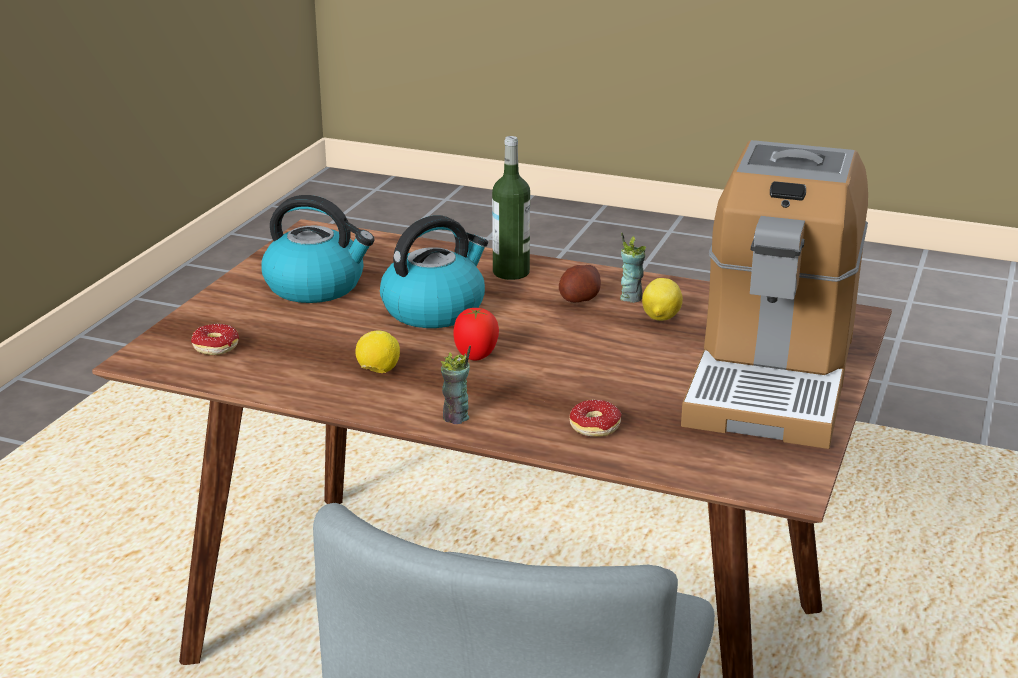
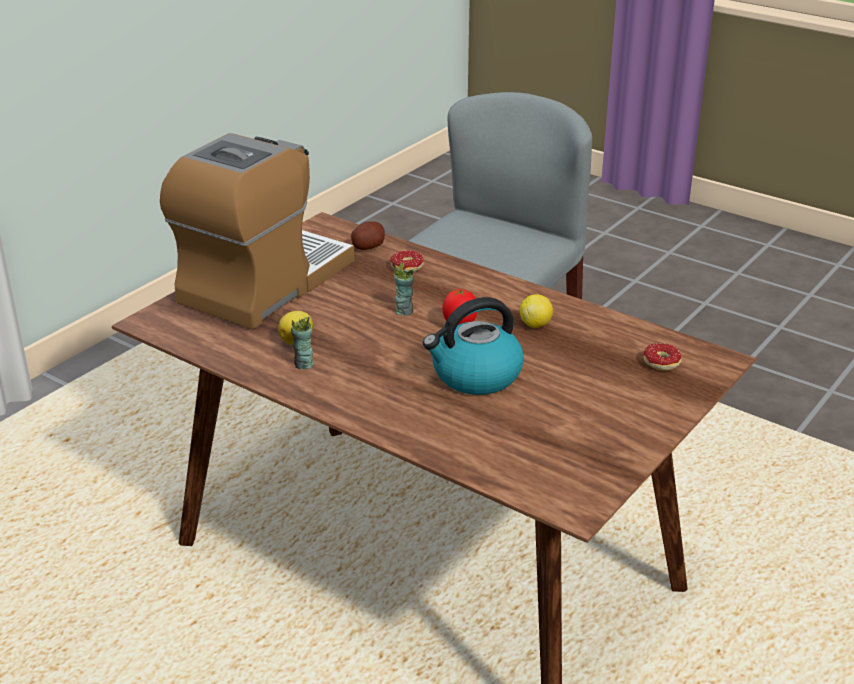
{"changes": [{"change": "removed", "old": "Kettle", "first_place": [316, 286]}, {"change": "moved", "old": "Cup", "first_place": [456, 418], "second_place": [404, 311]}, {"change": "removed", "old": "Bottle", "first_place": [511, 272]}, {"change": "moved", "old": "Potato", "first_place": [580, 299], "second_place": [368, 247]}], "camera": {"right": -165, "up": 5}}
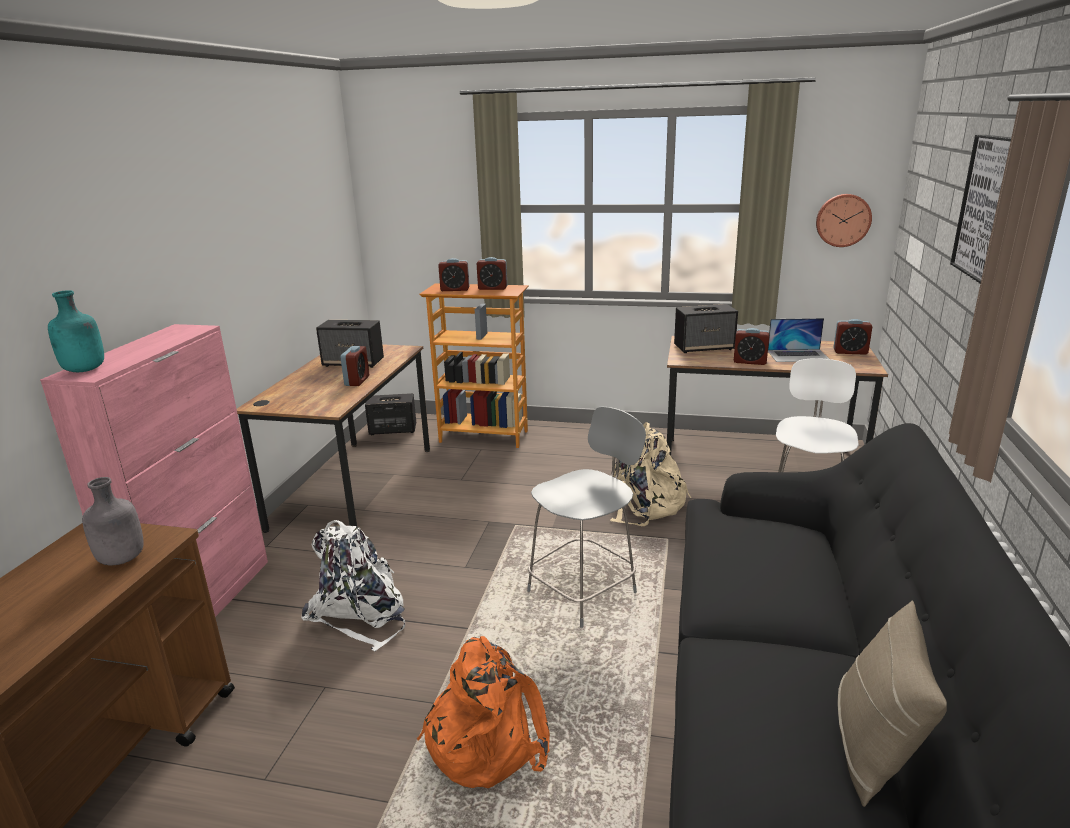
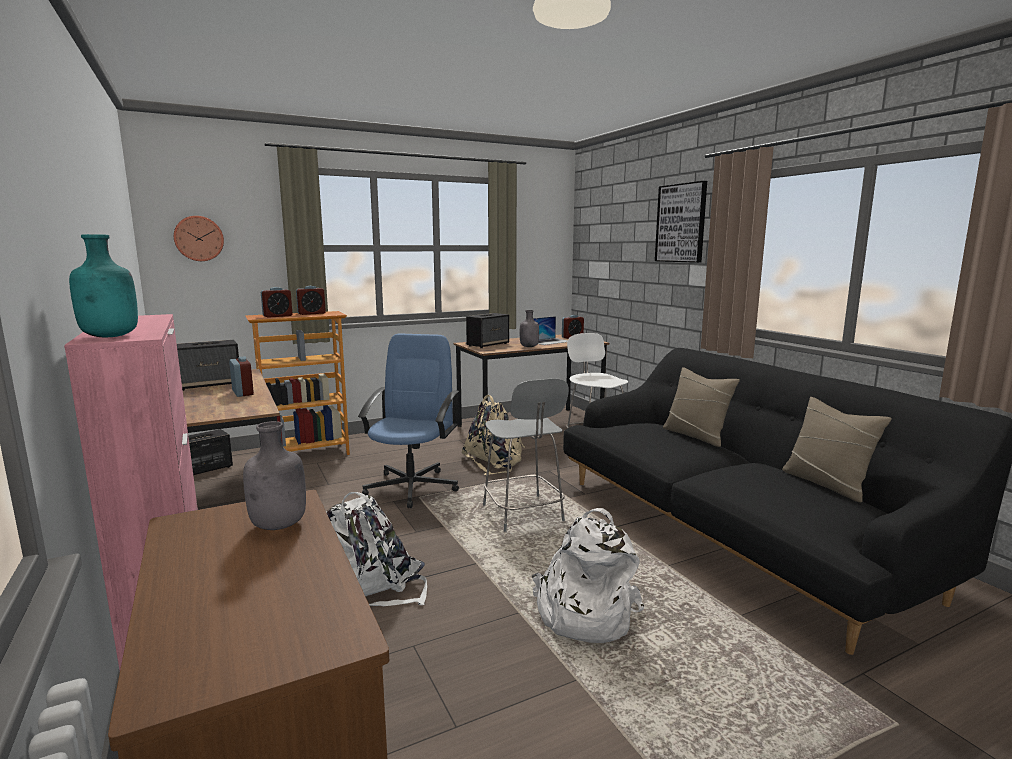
{"changes": [{"change": "recoloured", "old": "OrangeBackpack", "new": "WhiteBackpack", "first_place": [486, 739], "second_place": [583, 613]}, {"change": "turned", "old": "GreyChair", "first_place": [584, 591], "second_place": [523, 515], "degrees": 150}, {"change": "replaced", "old": "AlarmClock", "new": "GreyBottle", "first_place": [750, 362], "second_place": [529, 346]}, {"change": "moved", "old": "WallClock", "first_place": [843, 220], "second_place": [199, 238]}, {"change": "added", "new": "BlueOfficeChair", "second_place": [412, 487]}, {"change": "added", "new": "BeigePillow", "second_place": [696, 435]}], "camera": {"right": -40, "up": -10}}
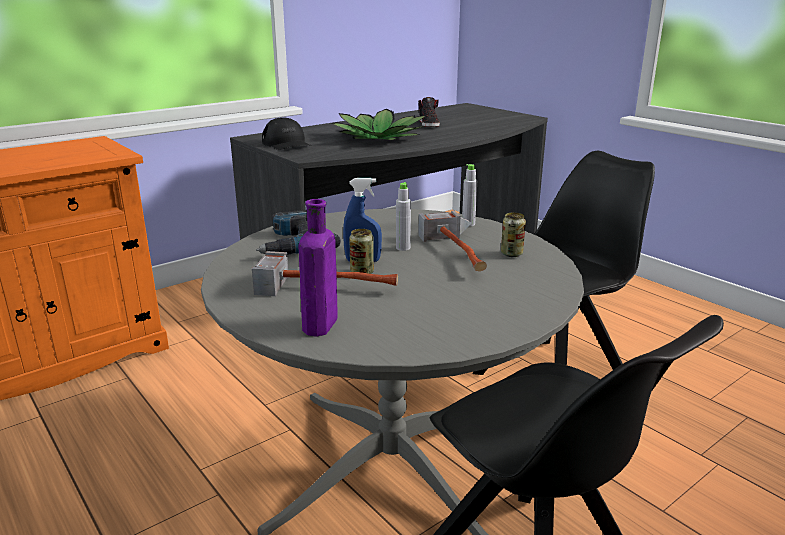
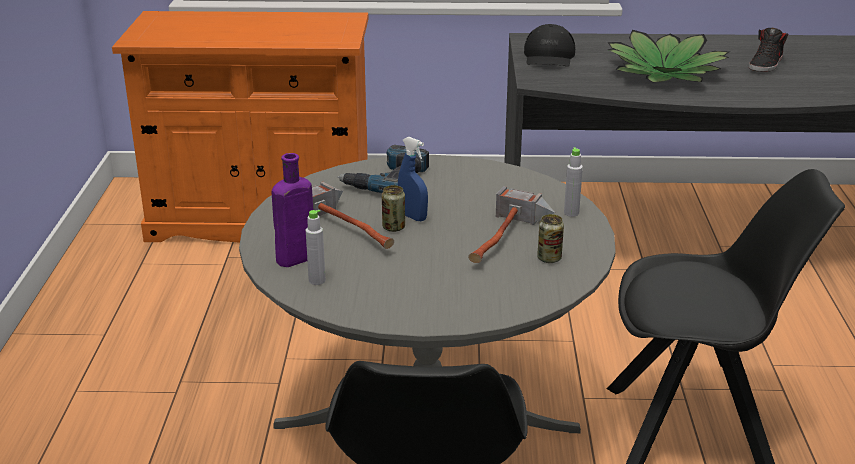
{"changes": [{"change": "moved", "old": "GreyBottle", "first_place": [403, 248], "second_place": [317, 280]}], "camera": {"right": 40, "up": 5}}
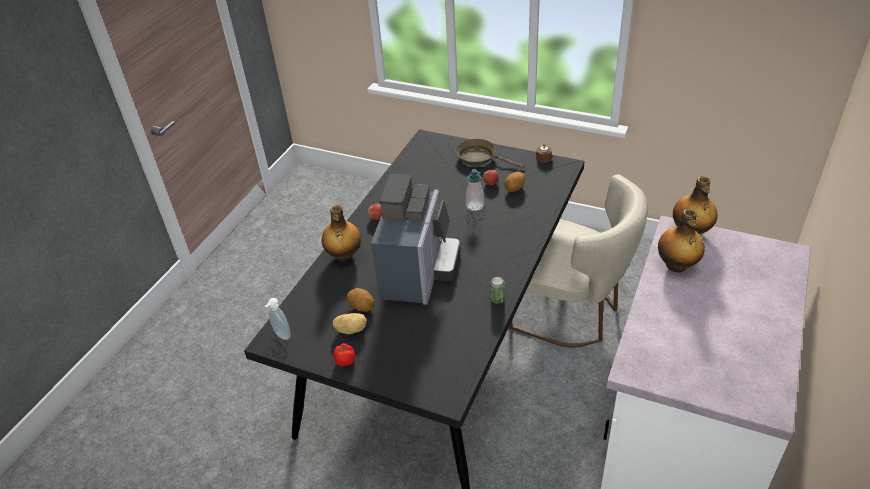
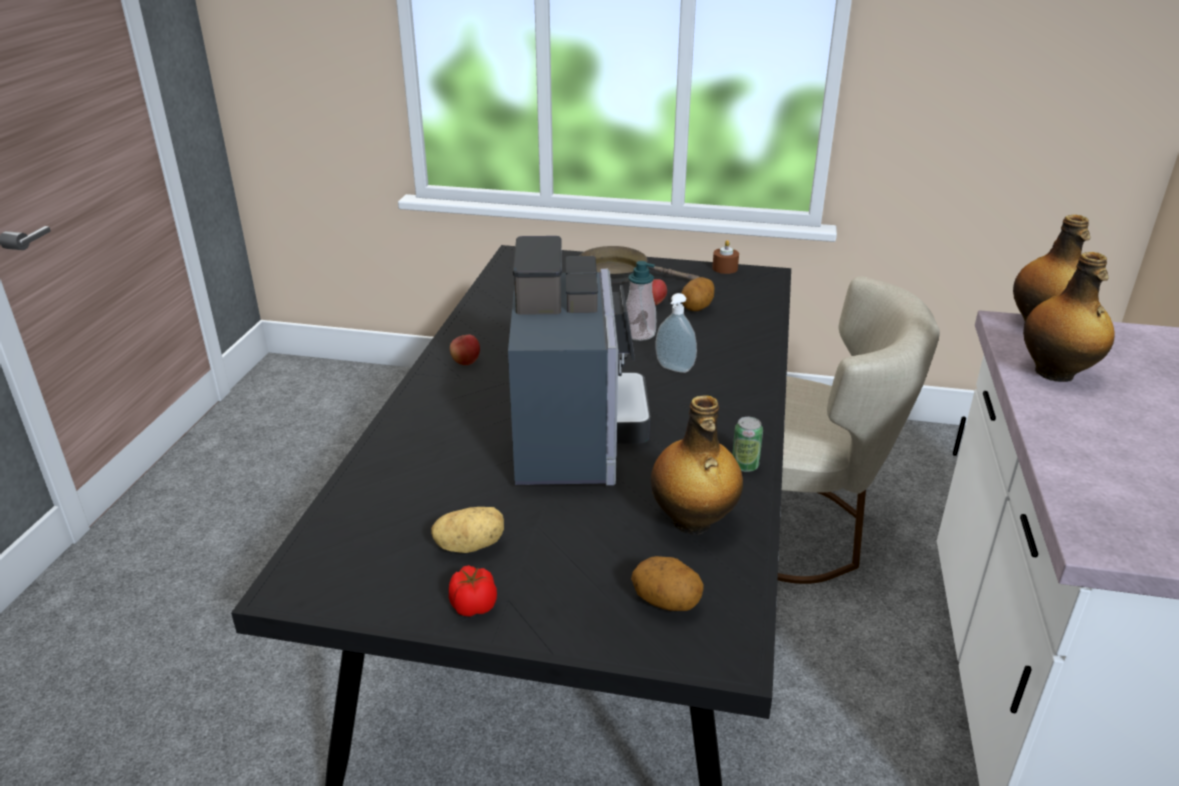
{"changes": [{"change": "moved", "old": "SoapDispenser", "first_place": [281, 335], "second_place": [673, 369]}, {"change": "moved", "old": "Bottle", "first_place": [344, 256], "second_place": [692, 522]}, {"change": "moved", "old": "Potato", "first_place": [362, 307], "second_place": [666, 602]}], "camera": {"right": -15, "up": -10}}
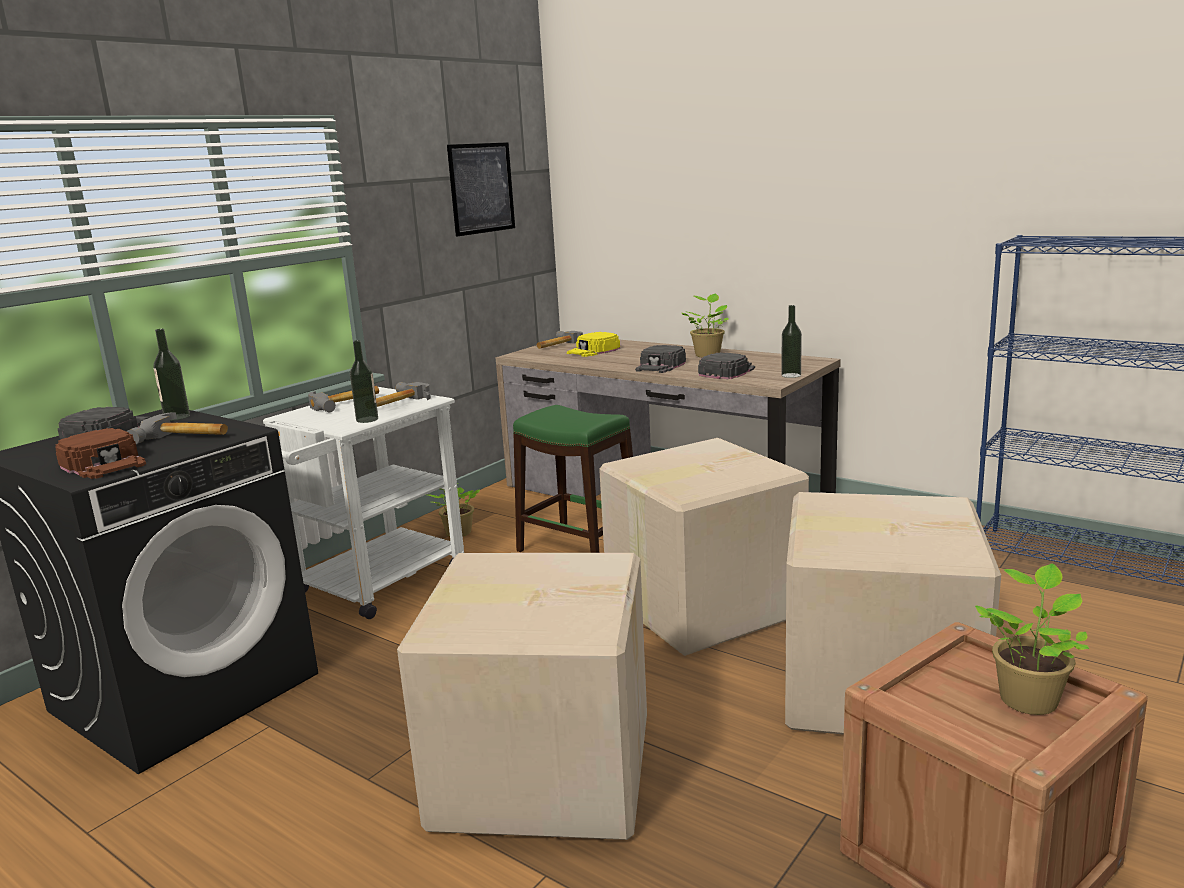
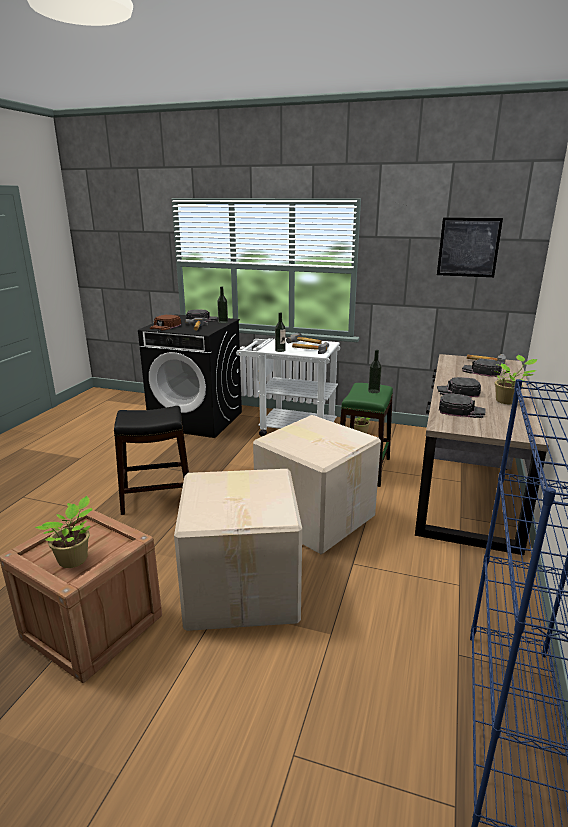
{"changes": [{"change": "replaced", "old": "CardboardBox", "new": "BlackStool", "first_place": [541, 768], "second_place": [157, 497]}, {"change": "recoloured", "old": "YellowCap", "new": "BlackCap", "first_place": [593, 350], "second_place": [481, 371]}, {"change": "moved", "old": "Bottle", "first_place": [791, 375], "second_place": [373, 391]}], "camera": {"right": 70, "up": 5}}
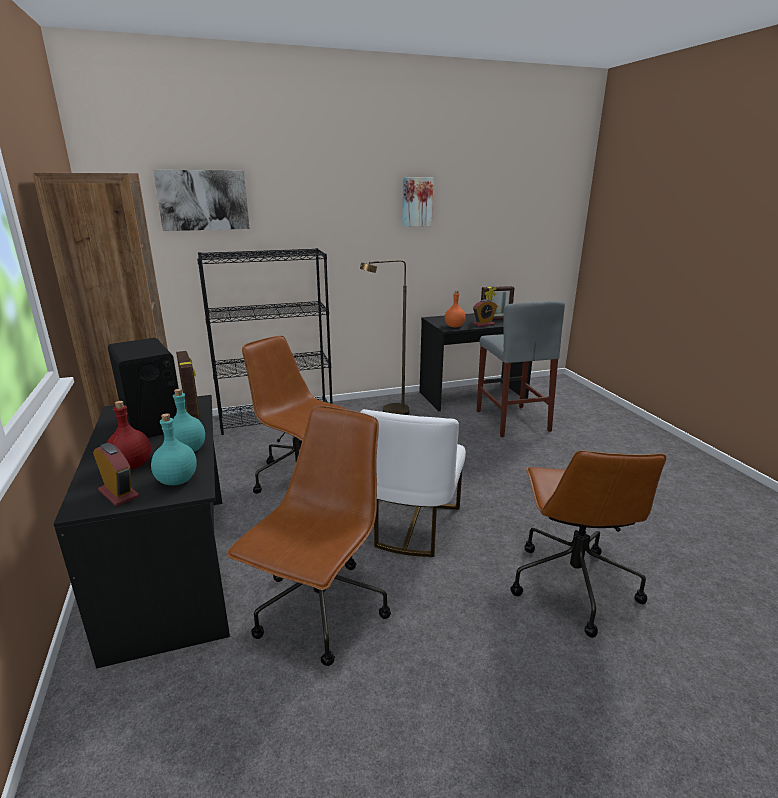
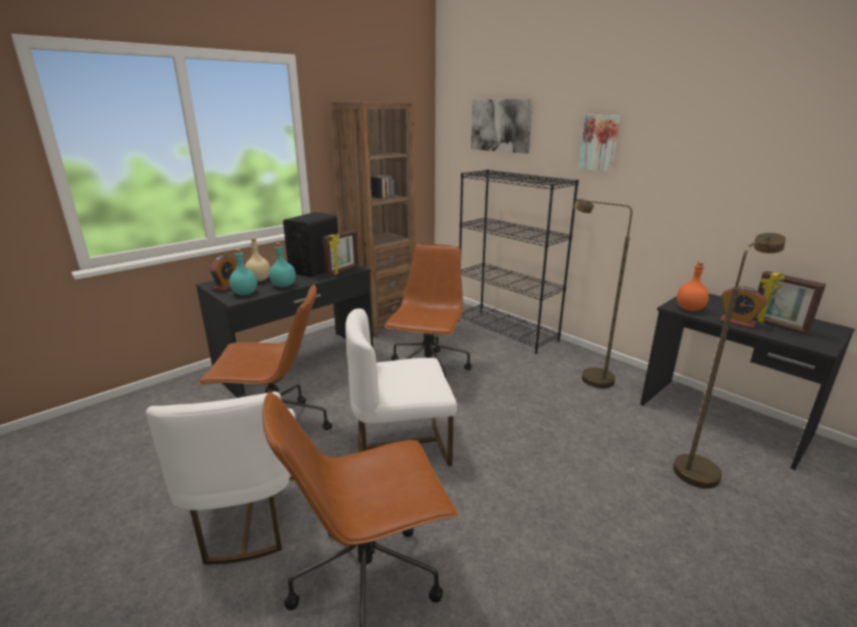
{"changes": [{"change": "recoloured", "old": "RedBottle", "new": "BeigeBottle", "first_place": [133, 465], "second_place": [259, 280]}, {"change": "moved", "old": "Picture", "first_place": [416, 202], "second_place": [600, 143]}, {"change": "replaced", "old": "GreyStool", "new": "BrownFloorLamp", "first_place": [512, 420], "second_place": [699, 467]}, {"change": "added", "new": "WhiteChair", "second_place": [248, 517]}], "camera": {"right": 65, "up": 0}}
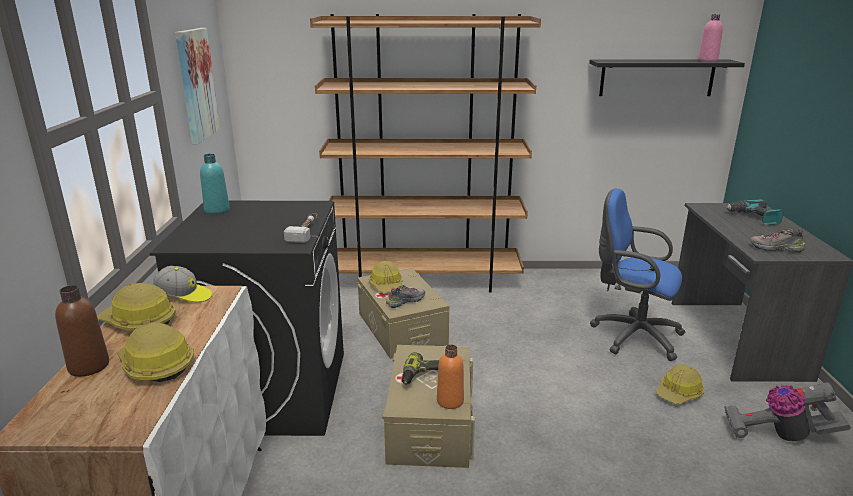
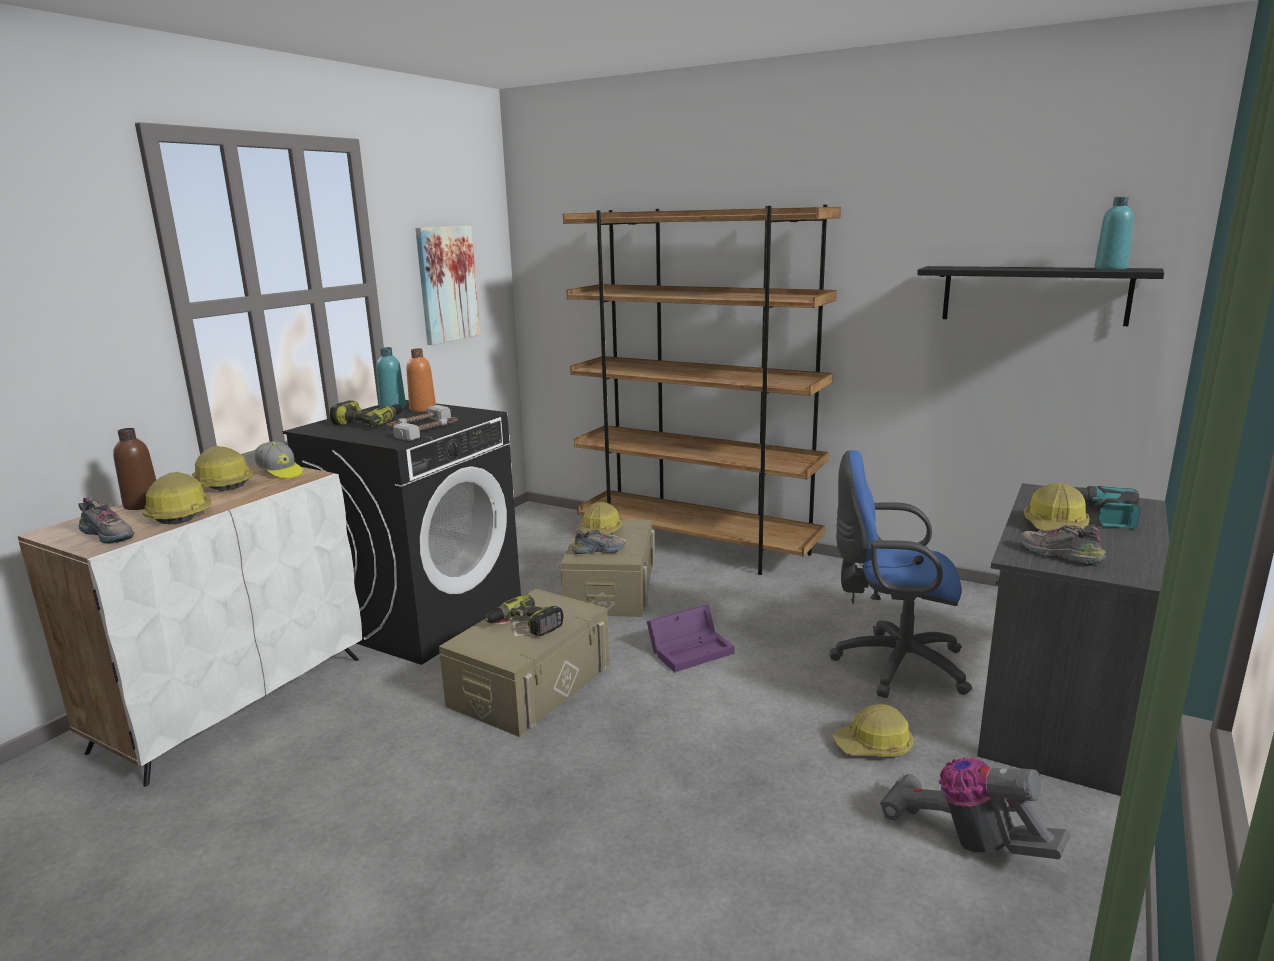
{"changes": [{"change": "moved", "old": "OrangeBottle", "first_place": [450, 401], "second_place": [423, 409]}, {"change": "turned", "old": "BlueOfficeChair", "first_place": [631, 335], "second_place": [893, 664], "degrees": -45}, {"change": "recoloured", "old": "PinkBottle", "new": "TurquoiseBottle", "first_place": [707, 60], "second_place": [1110, 268]}, {"change": "added", "new": "Shoe", "second_place": [110, 535]}, {"change": "added", "new": "PowerDrill", "second_place": [368, 422]}, {"change": "added", "new": "Hammer", "second_place": [417, 424]}, {"change": "added", "new": "PurpleStorageBox", "second_place": [692, 649]}, {"change": "added", "new": "HardHat", "second_place": [1056, 526]}], "camera": {"right": 30, "up": -5}}
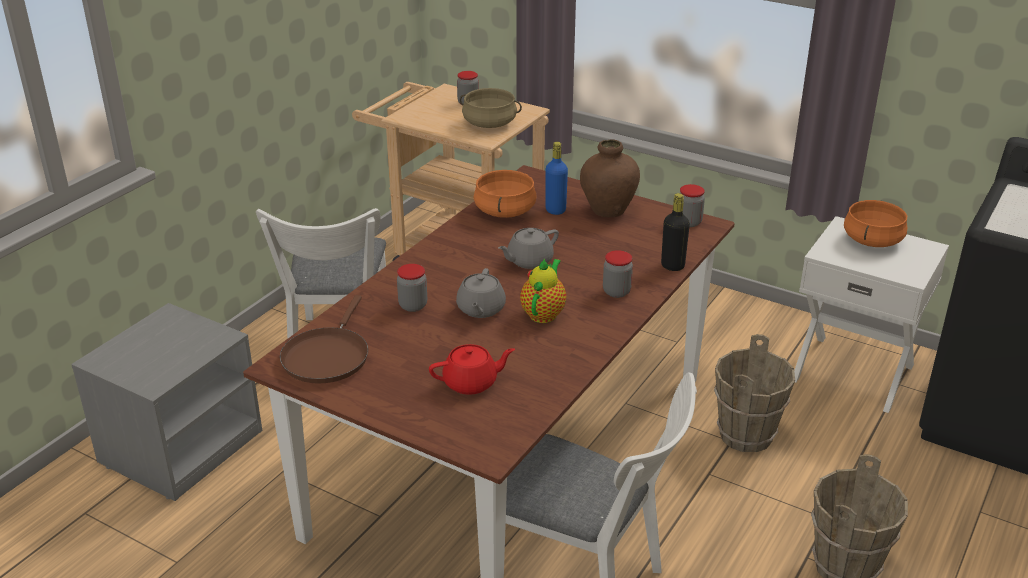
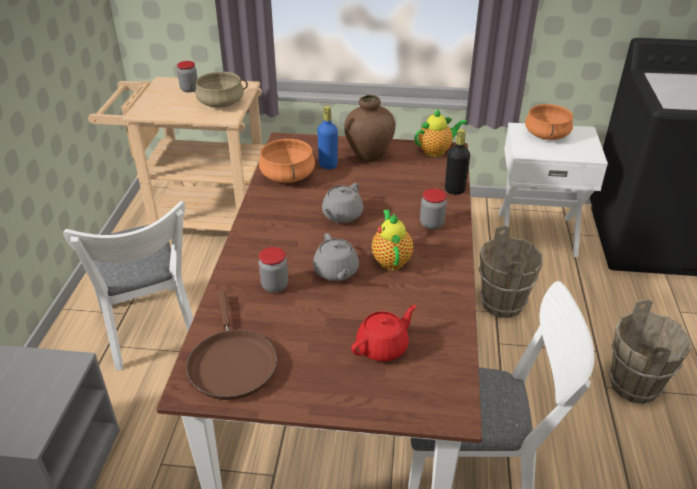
{"changes": [{"change": "replaced", "old": "Jar", "new": "Teapot", "first_place": [689, 222], "second_place": [436, 151]}], "camera": {"right": -25, "up": 5}}
